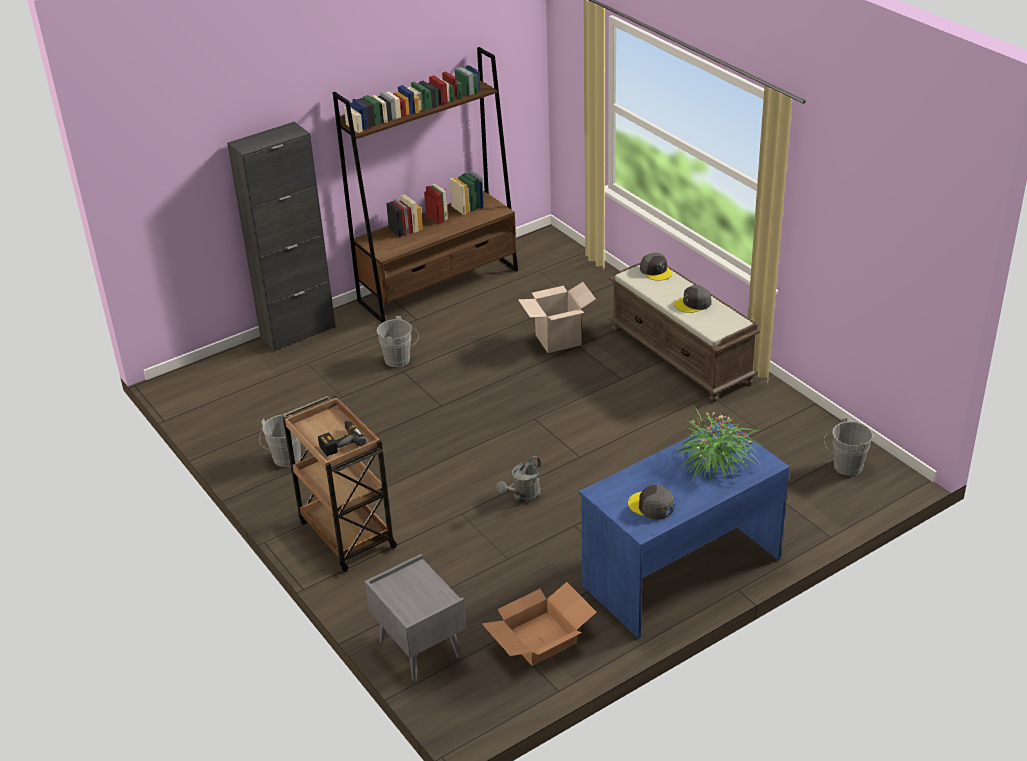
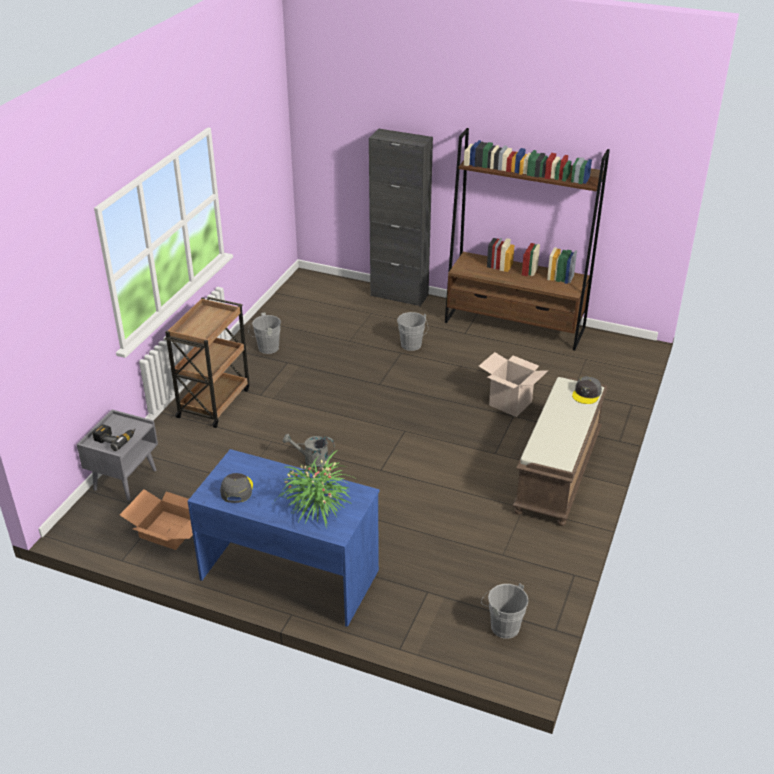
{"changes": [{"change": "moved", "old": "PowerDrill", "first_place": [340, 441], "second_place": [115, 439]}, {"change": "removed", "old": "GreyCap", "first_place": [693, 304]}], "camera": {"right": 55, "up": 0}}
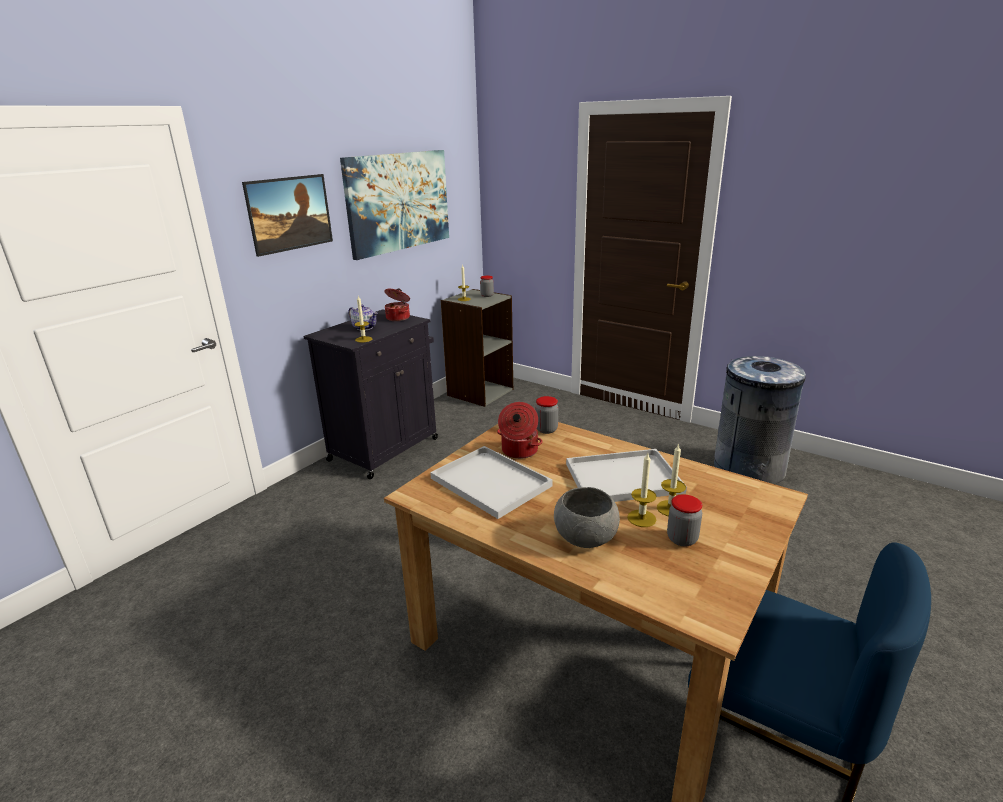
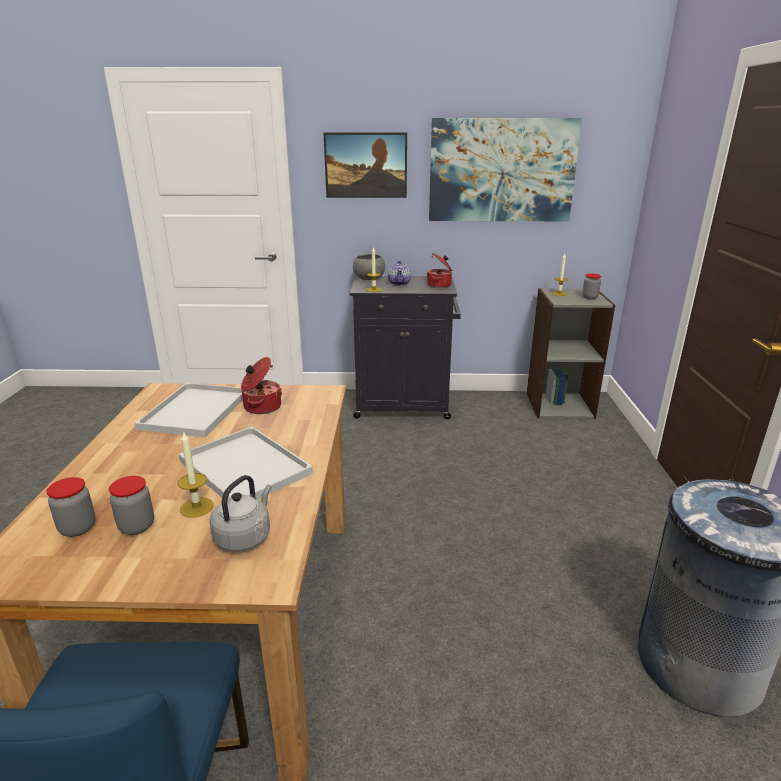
{"changes": [{"change": "moved", "old": "Jar", "first_place": [546, 429], "second_place": [77, 528]}, {"change": "moved", "old": "GreyBowl", "first_place": [585, 537], "second_place": [369, 278]}, {"change": "removed", "old": "Candle", "first_place": [641, 518]}, {"change": "added", "new": "GreyKettle", "second_place": [244, 536]}], "camera": {"right": 55, "up": 0}}
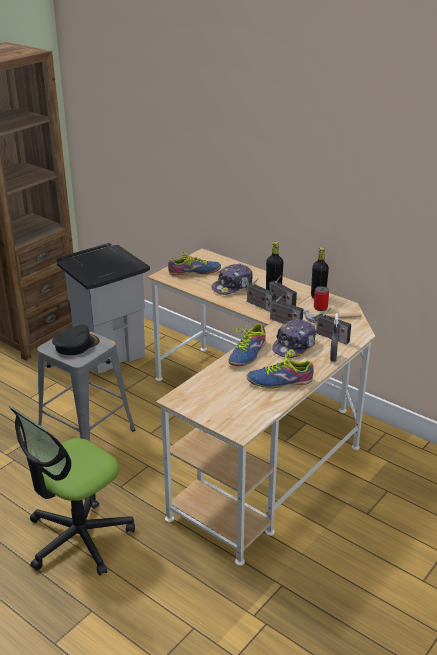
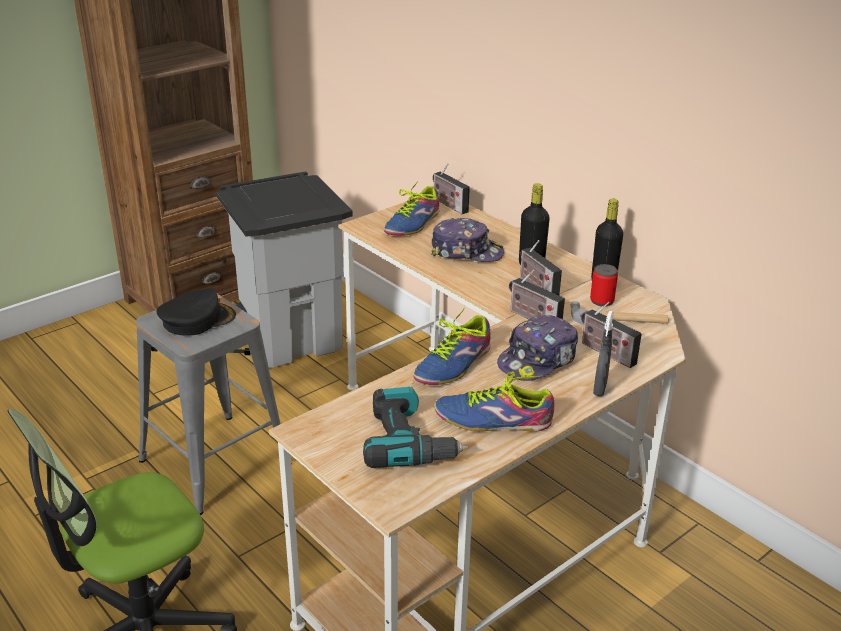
{"changes": [{"change": "turned", "old": "Shoe", "first_place": [194, 271], "second_place": [413, 224], "degrees": 120}, {"change": "turned", "old": "Cap", "first_place": [232, 286], "second_place": [466, 252], "degrees": -135}, {"change": "moved", "old": "Radio", "first_place": [259, 305], "second_place": [448, 204]}, {"change": "added", "new": "PowerDrill", "second_place": [409, 442]}], "camera": {"right": 10, "up": 0}}
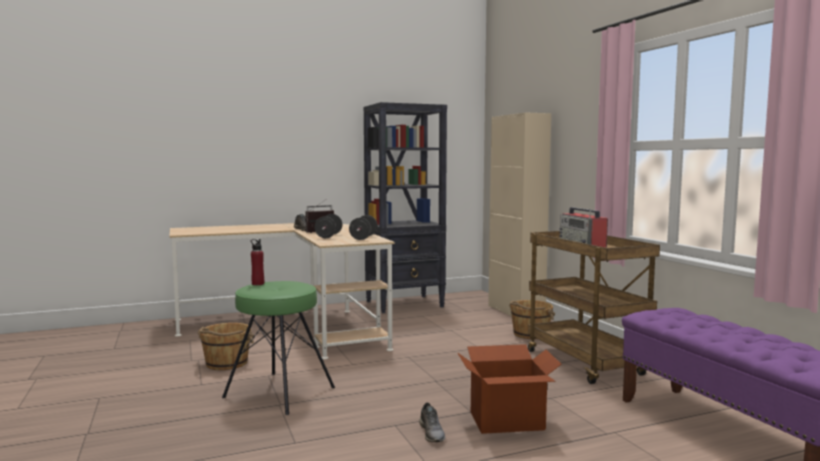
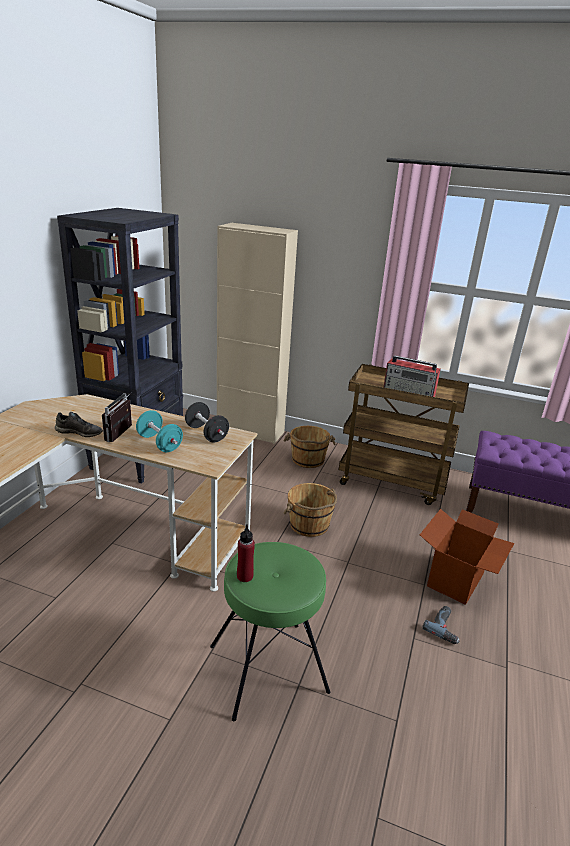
{"changes": [{"change": "moved", "old": "BrownBucket", "first_place": [226, 363], "second_place": [309, 525]}, {"change": "recoloured", "old": "BlackDumbbell", "new": "TurquoiseDumbbell", "first_place": [328, 236], "second_place": [159, 443]}, {"change": "replaced", "old": "GreyShoe", "new": "PowerDrill", "first_place": [432, 433], "second_place": [445, 628]}], "camera": {"right": -50, "up": 20}}
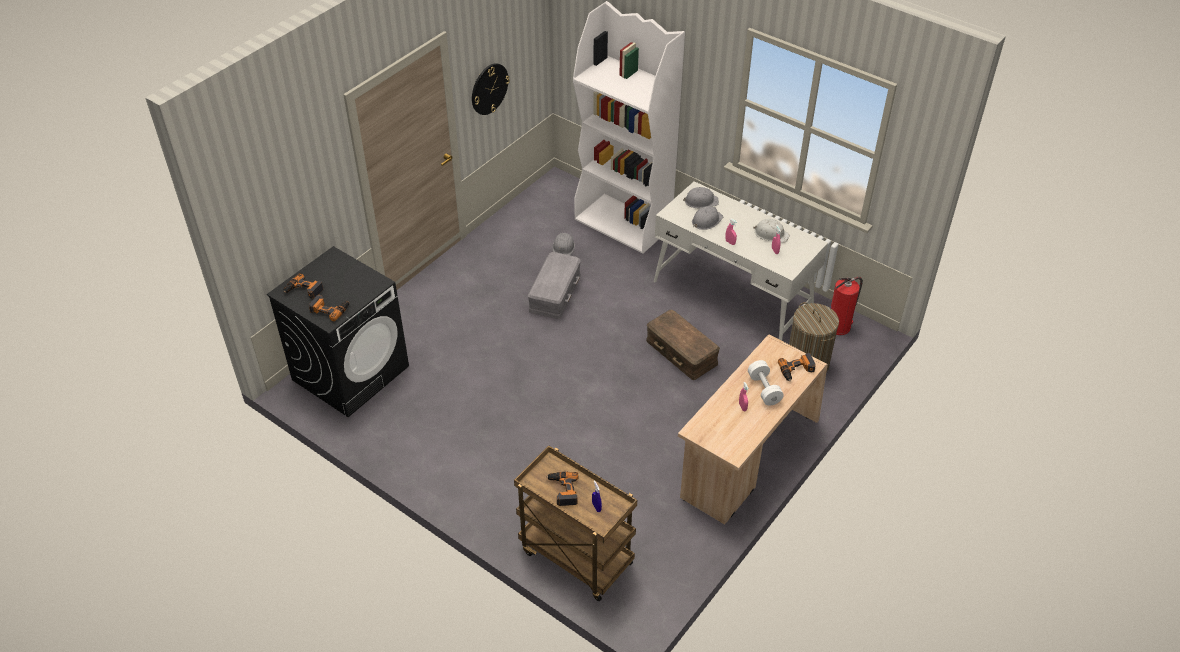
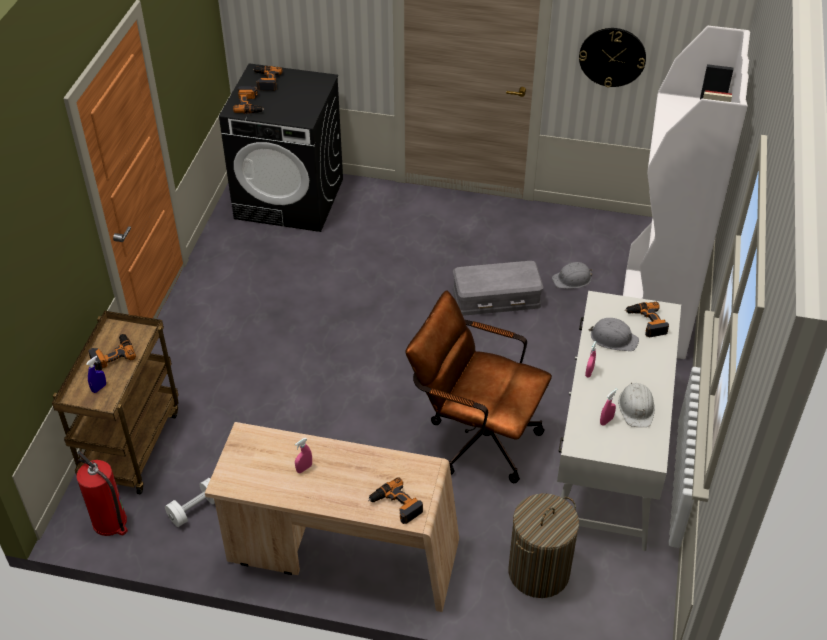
{"changes": [{"change": "replaced", "old": "BrownStorageBox", "new": "BrownOfficeChair", "first_place": [681, 352], "second_place": [475, 437]}, {"change": "replaced", "old": "GreyHardHat", "new": "PowerDrill", "first_place": [701, 201], "second_place": [646, 322]}, {"change": "moved", "old": "WhiteDumbbell", "first_place": [764, 389], "second_place": [195, 509]}, {"change": "moved", "old": "FireExtinguisher", "first_place": [839, 326], "second_place": [110, 522]}], "camera": {"right": 65, "up": 0}}
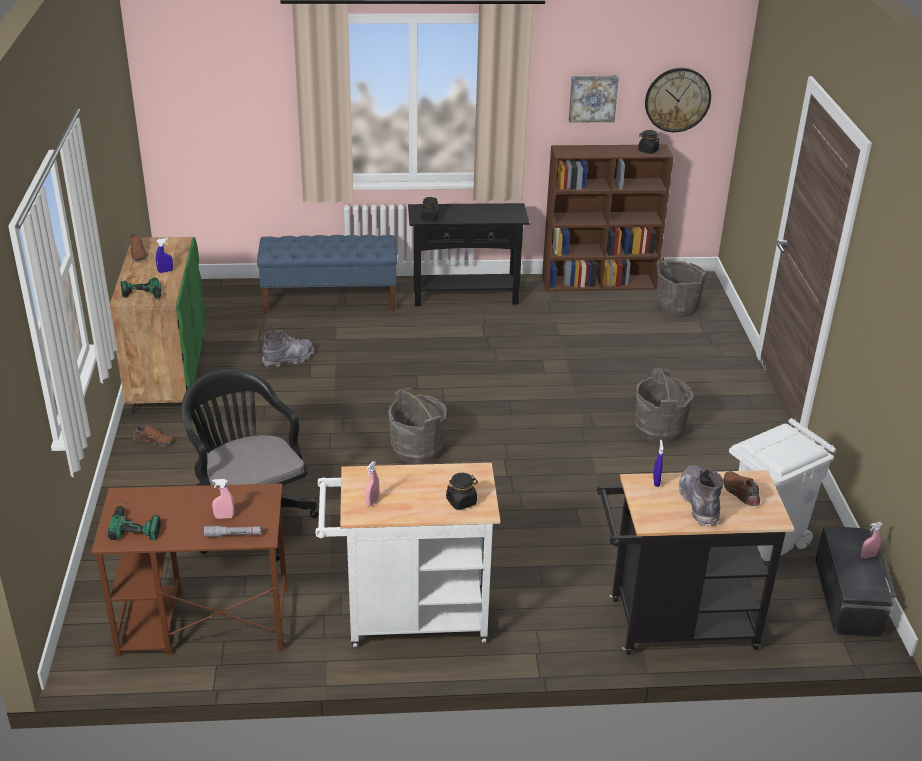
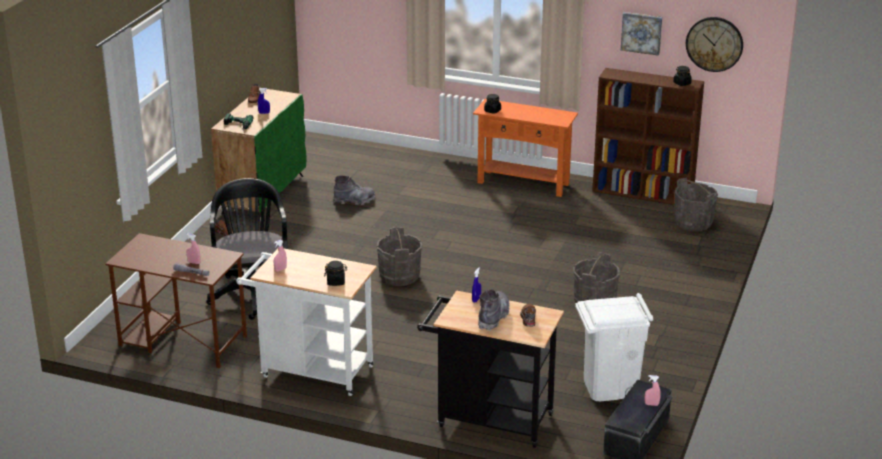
{"changes": [{"change": "removed", "old": "PowerDrill", "first_place": [136, 522]}, {"change": "removed", "old": "BlueBench", "first_place": [330, 300]}, {"change": "recoloured", "old": "BlackConsoleTable", "new": "OrangeConsoleTable", "first_place": [465, 296], "second_place": [523, 183]}], "camera": {"right": 25, "up": -5}}
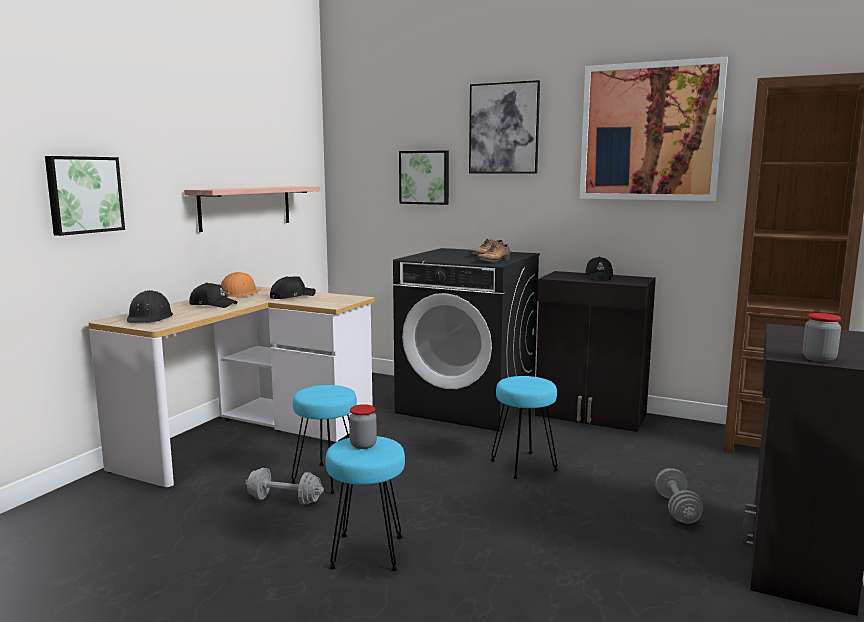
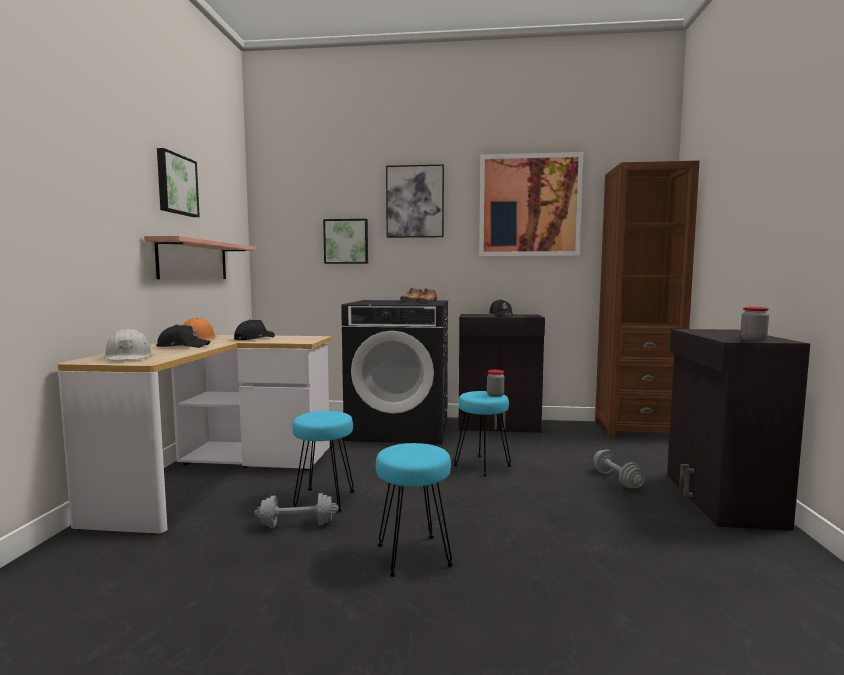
{"changes": [{"change": "moved", "old": "Picture", "first_place": [84, 194], "second_place": [176, 184]}, {"change": "recoloured", "old": "BlackHardHat", "new": "WhiteHardHat", "first_place": [150, 318], "second_place": [129, 357]}, {"change": "moved", "old": "Jar", "first_place": [363, 445], "second_place": [495, 395]}], "camera": {"right": -20, "up": -5}}
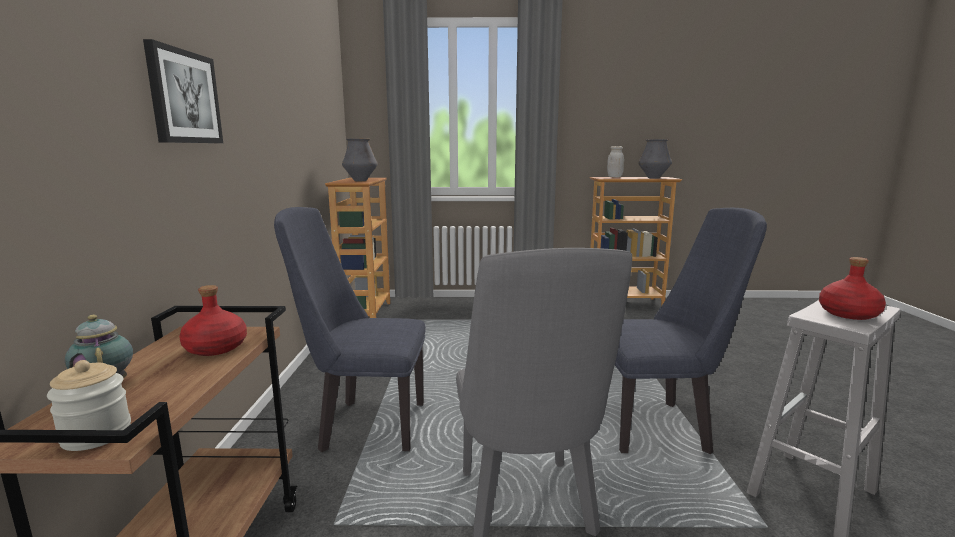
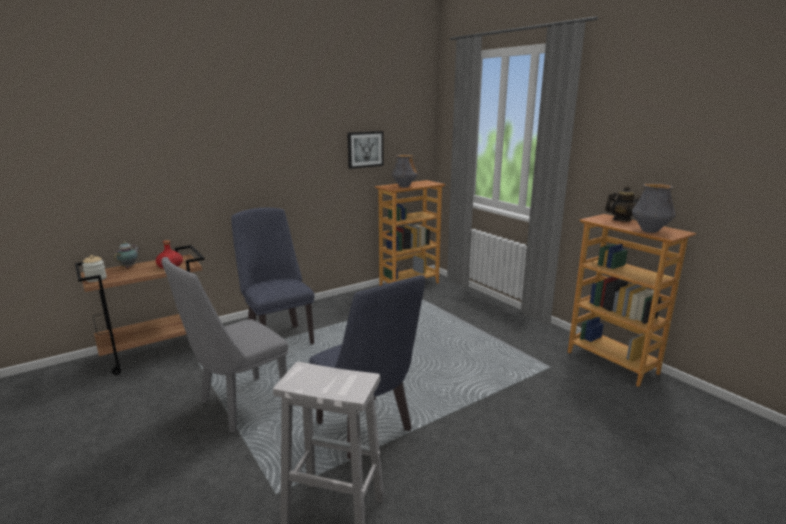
{"changes": [{"change": "moved", "old": "Picture", "first_place": [184, 97], "second_place": [365, 149]}, {"change": "replaced", "old": "WhiteJar", "new": "Teapot", "first_place": [614, 177], "second_place": [621, 220]}, {"change": "removed", "old": "RedBottle", "first_place": [849, 314]}], "camera": {"right": 55, "up": 5}}
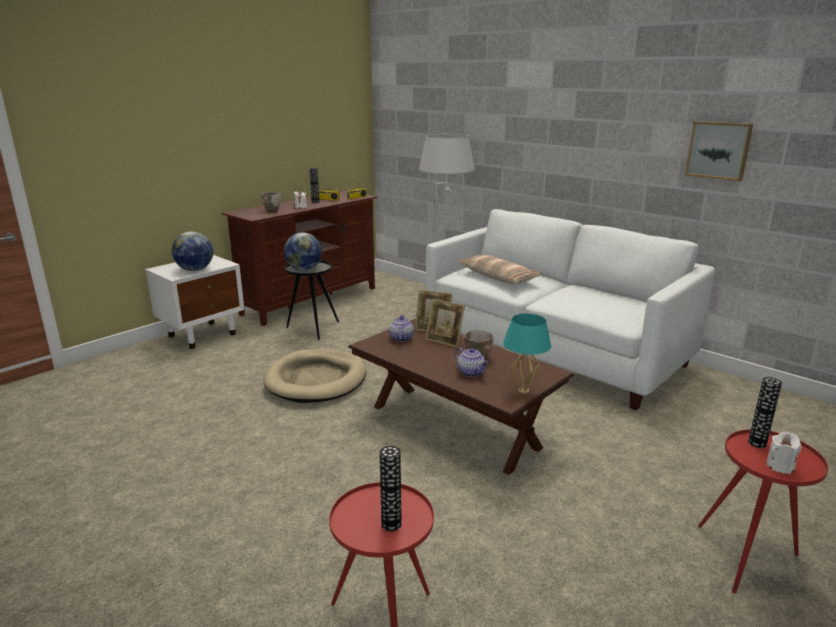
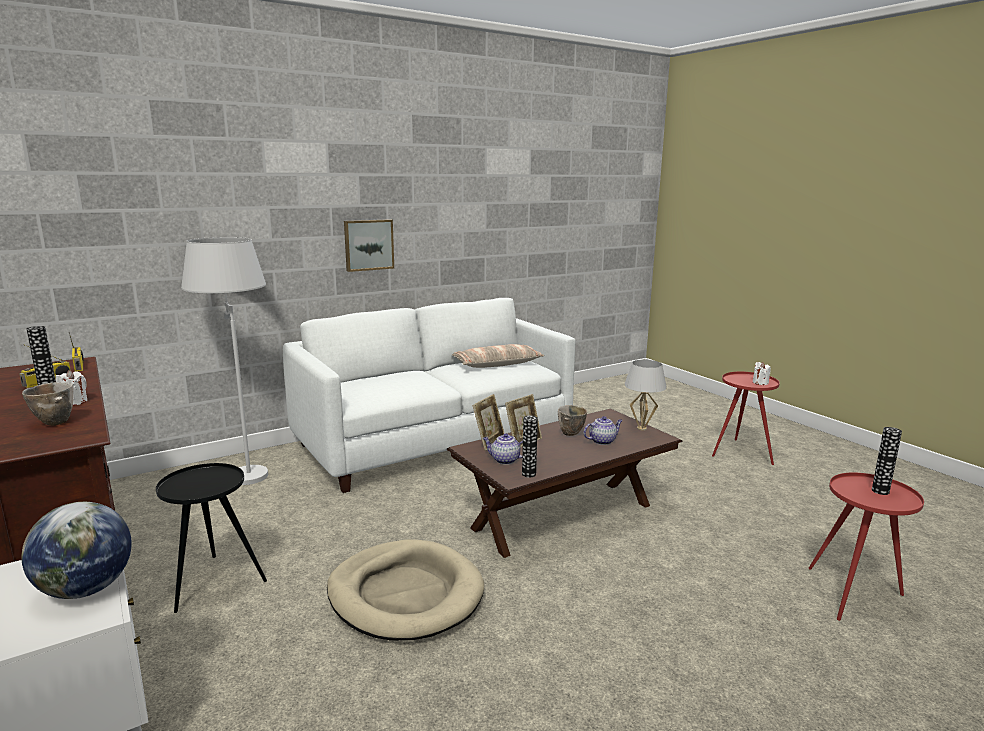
{"changes": [{"change": "removed", "old": "Globe", "first_place": [304, 269]}, {"change": "moved", "old": "Pillow", "first_place": [498, 277], "second_place": [497, 364]}, {"change": "recoloured", "old": "TurquoiseTableLamp", "new": "WhiteTableLamp", "first_place": [523, 391], "second_place": [641, 428]}, {"change": "moved", "old": "Picture", "first_place": [718, 150], "second_place": [368, 245]}, {"change": "moved", "old": "Vase", "first_place": [757, 443], "second_place": [529, 474]}], "camera": {"right": -75, "up": -5}}
